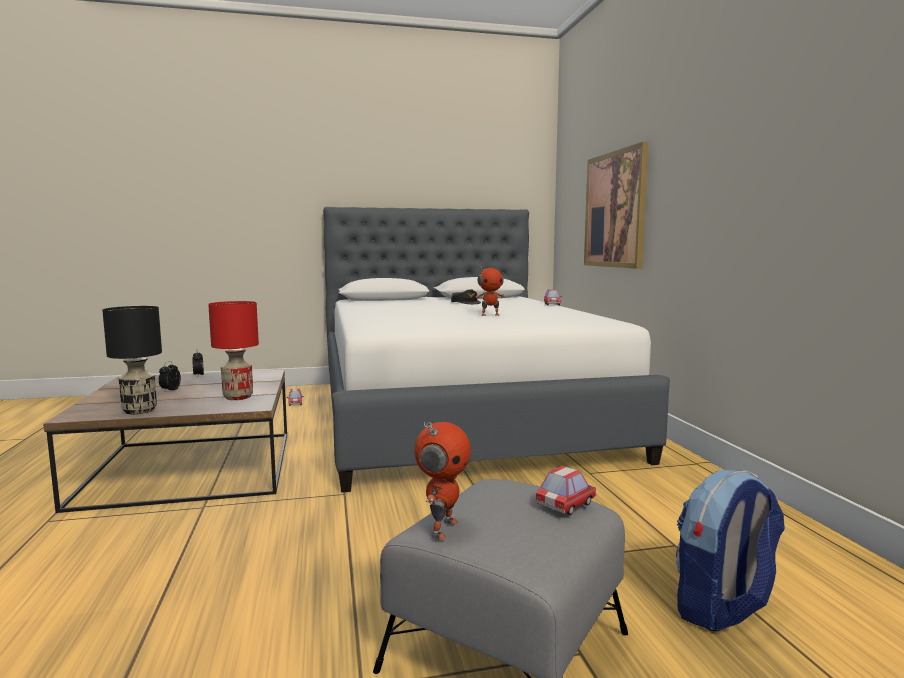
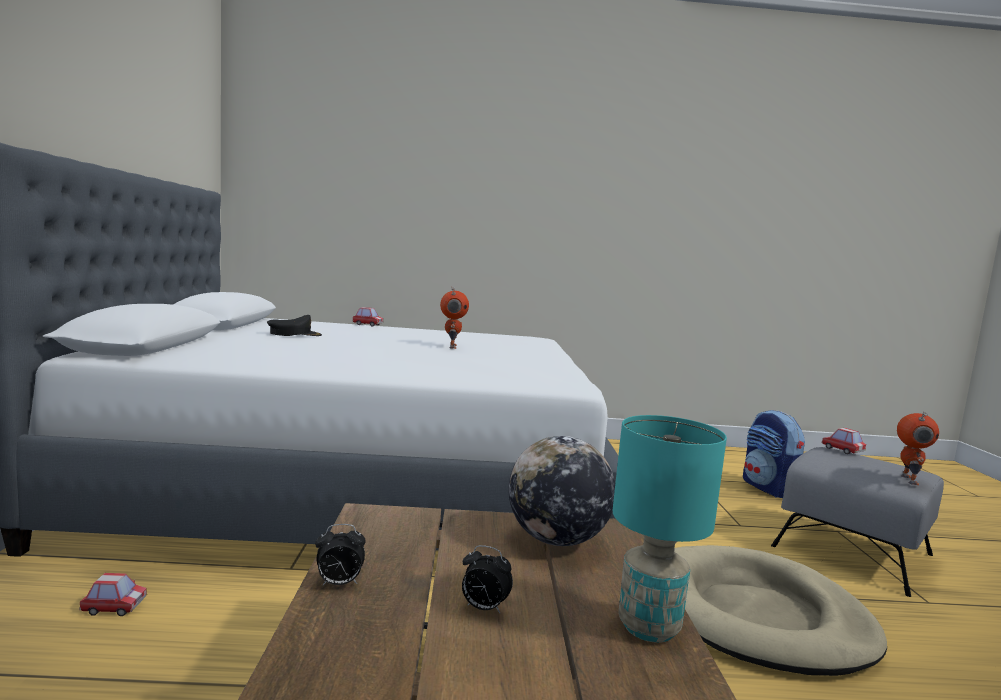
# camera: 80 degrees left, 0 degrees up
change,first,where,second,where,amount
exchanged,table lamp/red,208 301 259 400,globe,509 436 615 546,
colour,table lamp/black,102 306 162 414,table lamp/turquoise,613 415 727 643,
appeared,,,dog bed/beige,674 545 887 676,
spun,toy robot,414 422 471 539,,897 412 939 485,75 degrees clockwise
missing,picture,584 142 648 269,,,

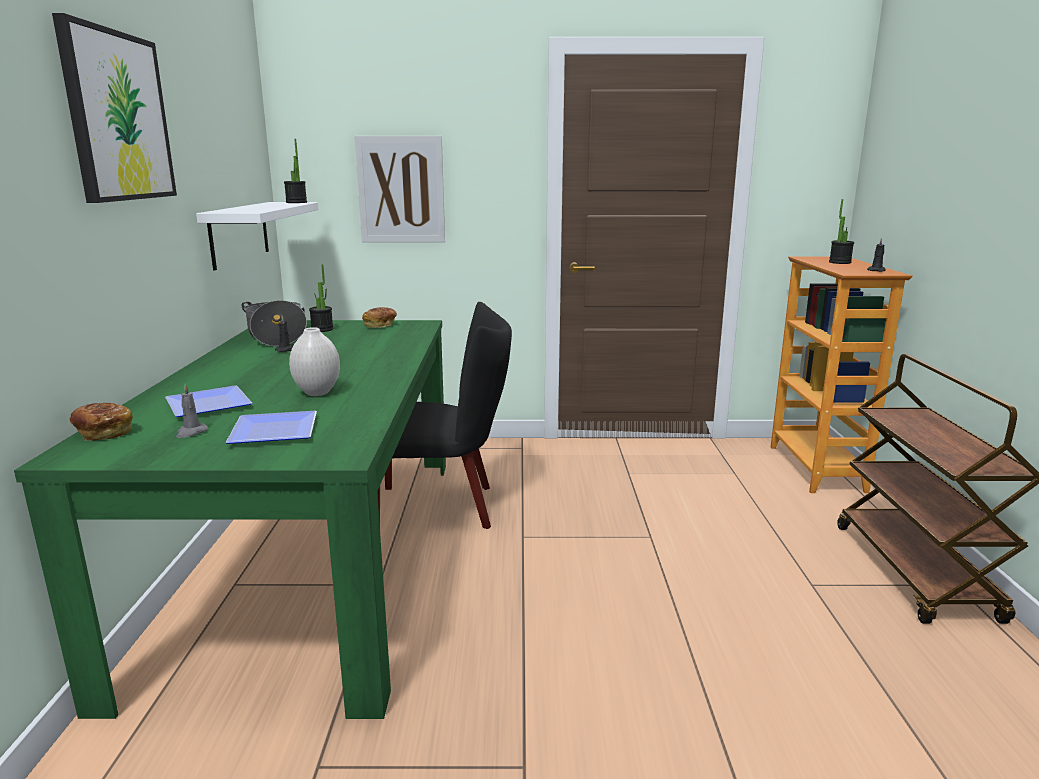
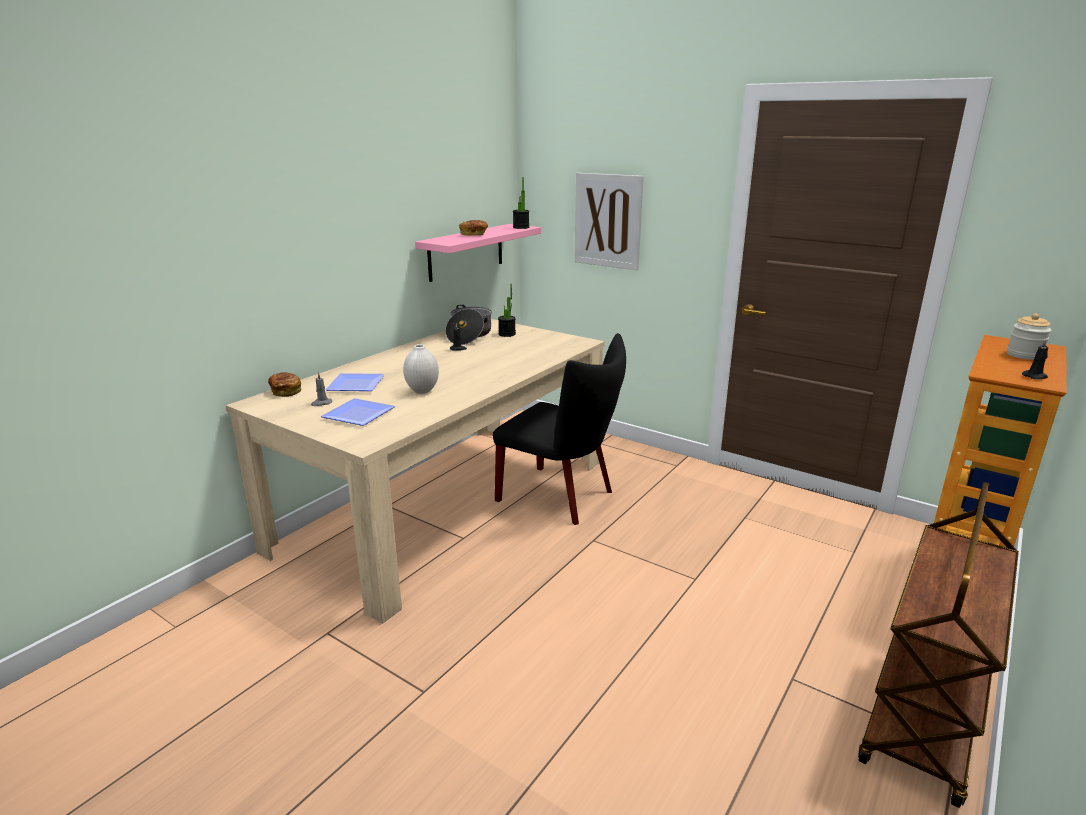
# camera: 35 degrees right, 5 degrees up
change,first,where,second,where,amount
colour,dining table/green,14 320 446 719,dining table/beige,226 319 605 624,
colour,shelf/white,196 202 319 270,shelf/pink,415 224 541 282,
relocated,bread,362 307 397 328,,459 220 488 236,
exchanged,potted plant,829 199 854 264,jar,1007 314 1052 360,
missing,picture,52 13 177 203,,,

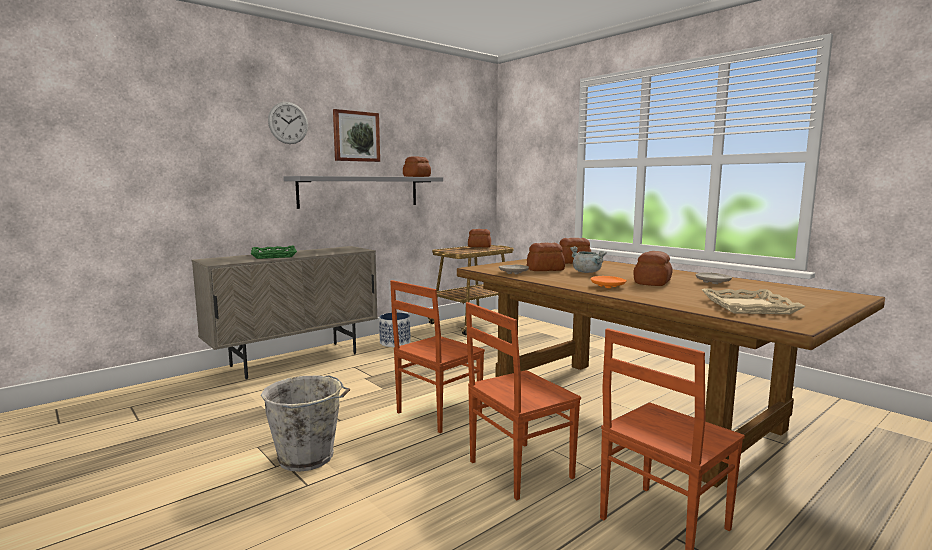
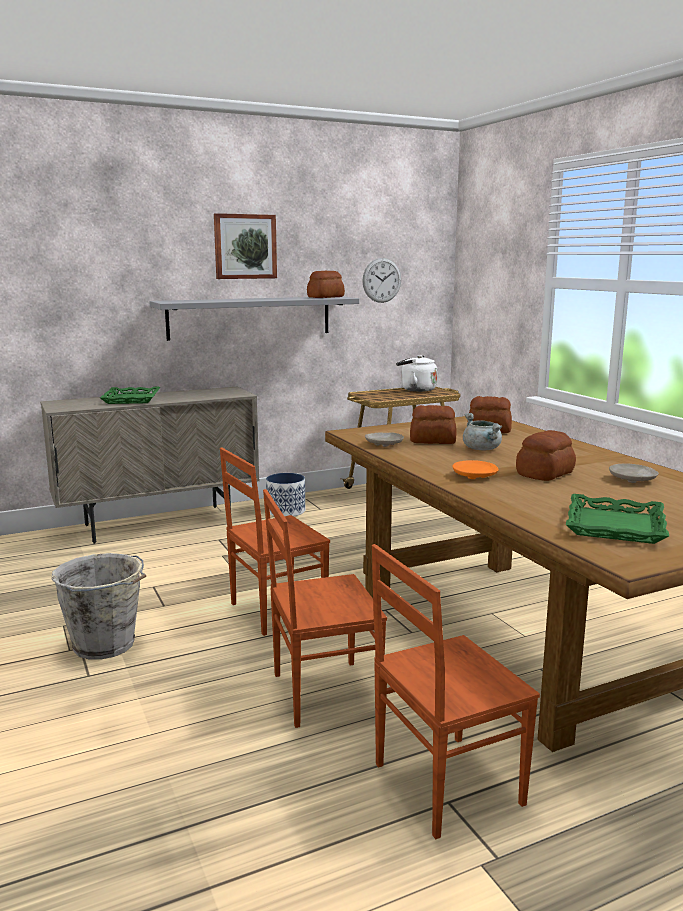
# camera: 15 degrees right, 5 degrees up
change,first,where,second,where,amount
relocated,wall clock,268 102 308 144,,362 258 401 303,
exchanged,bread,468 229 491 247,kettle/white,396 355 437 392,
colour,tray/beige,701 288 806 314,tray/green,566 494 669 544,

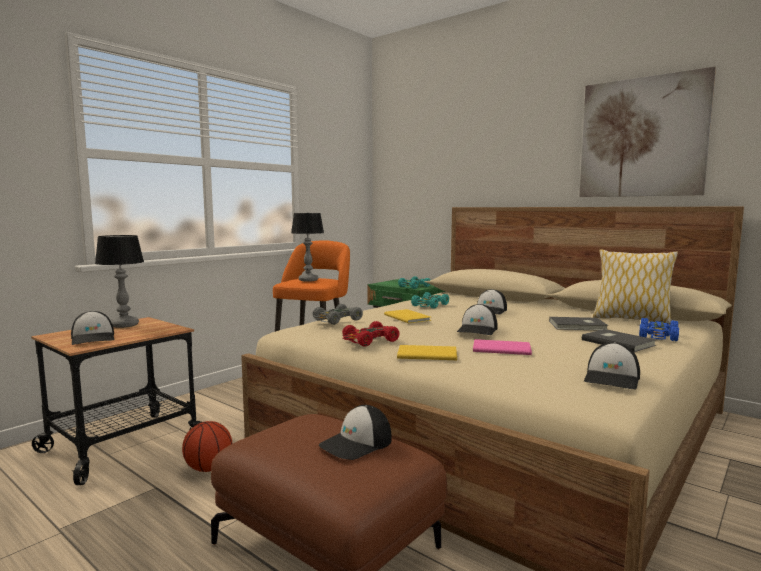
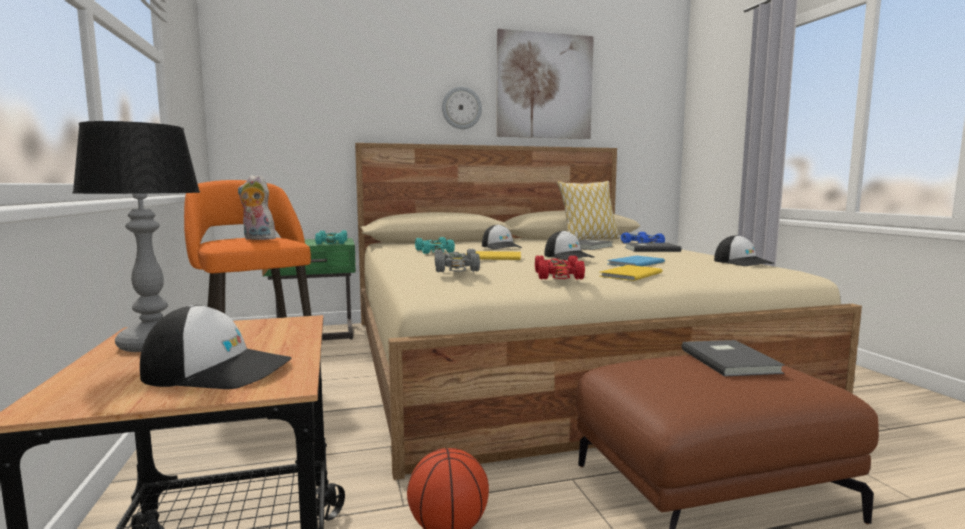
# camera: 55 degrees left, 0 degrees up
change,first,where,second,where,amount
exchanged,table lamp,291 213 324 282,plush toy,238 175 276 240,
appeared,,,wall clock,442 87 482 129,
colour,book/pink,473 339 532 355,book/blue,607 256 665 266,
exchanged,cap,319 405 392 460,book/grey,682 340 785 376,

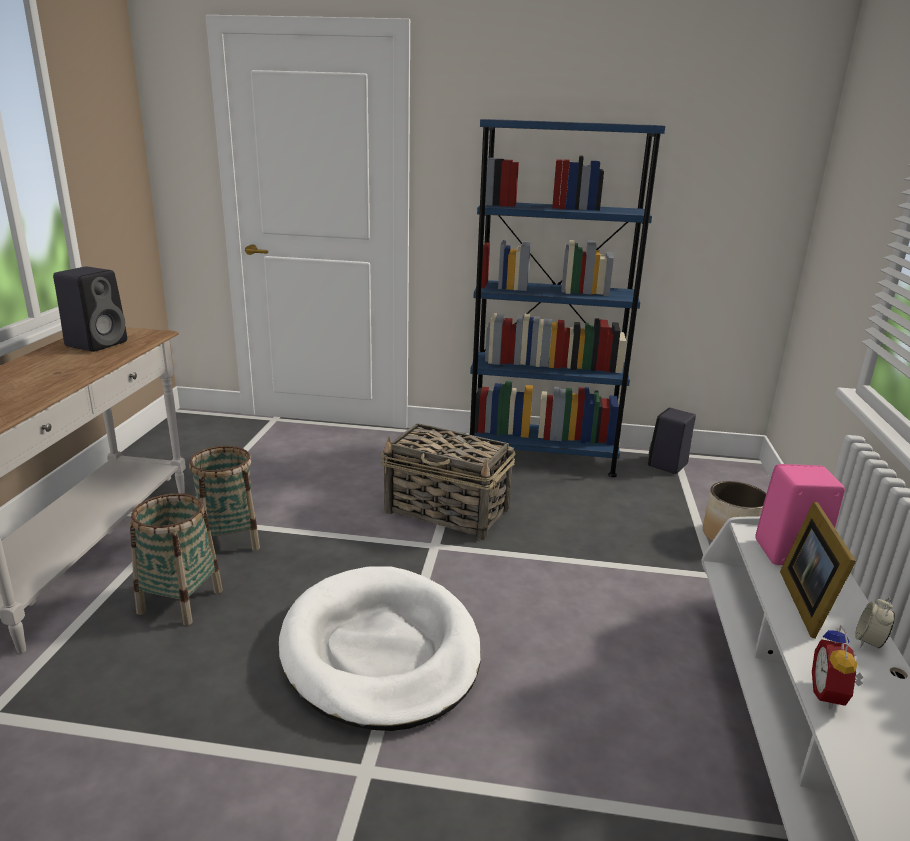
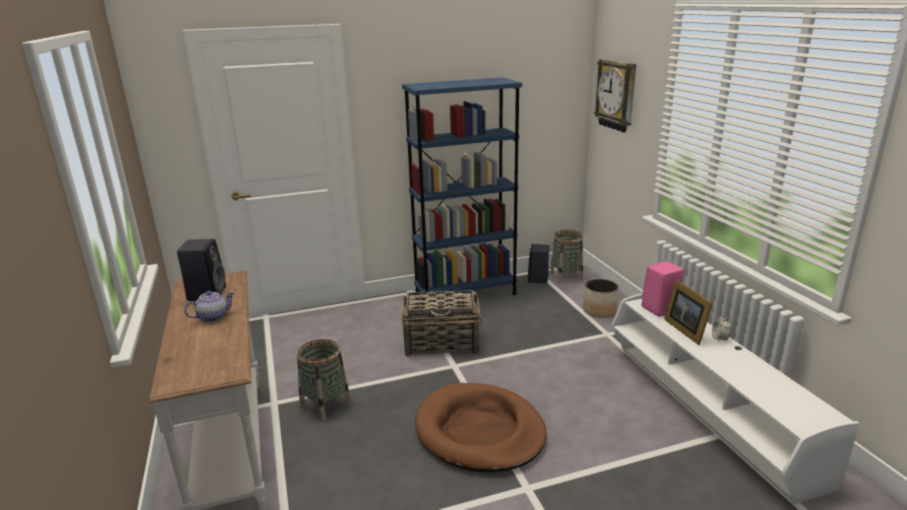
# camera: 25 degrees left, 0 degrees up
change,first,where,second,where,amount
appeared,,,teapot,184 291 235 322,
colour,dog bed/white,279 566 481 731,dog bed/brown,415 383 547 472,
relocated,basket,130 493 223 626,,550 230 583 284,
appeared,,,wall clock,594 59 636 132,
missing,alarm clock,812 626 864 709,,,

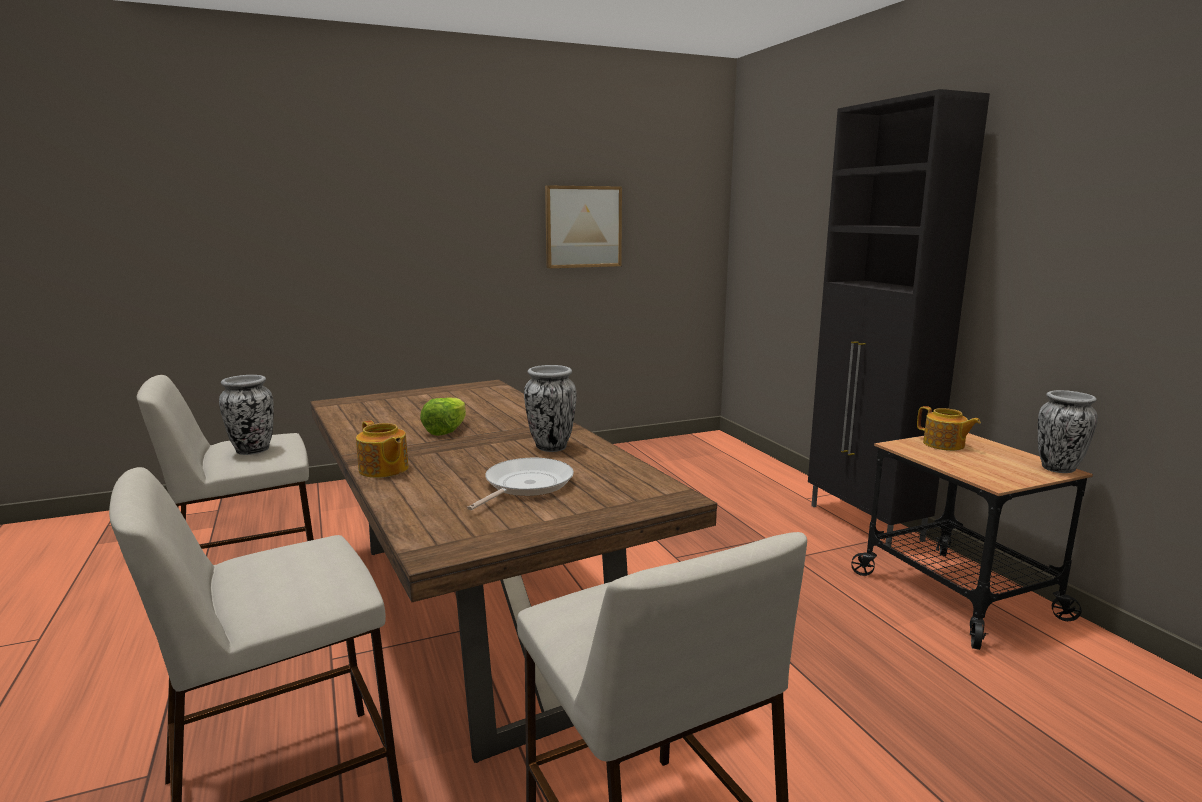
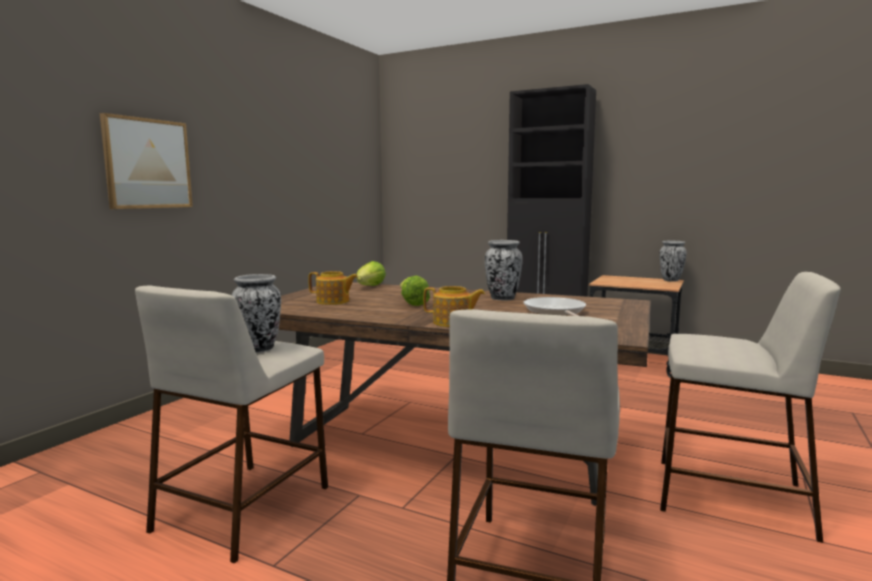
# camera: 40 degrees left, 5 degrees down
change,first,where,second,where,amount
relocated,picture,545 185 622 269,,100 113 193 209,
relocated,teapot,917 406 981 451,,308 271 358 305,
appeared,,,lettuce,356 261 386 286,

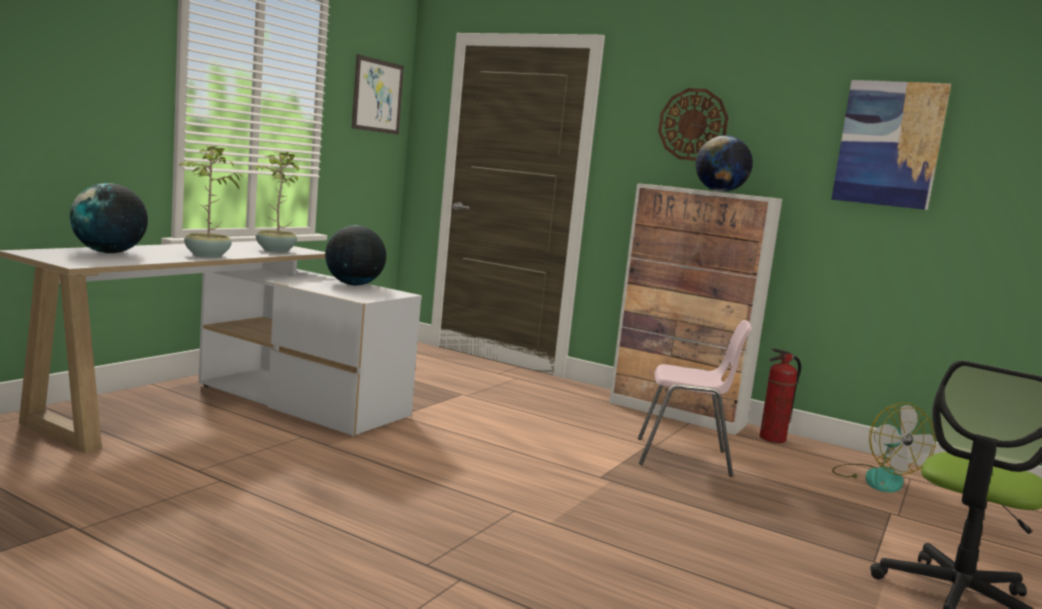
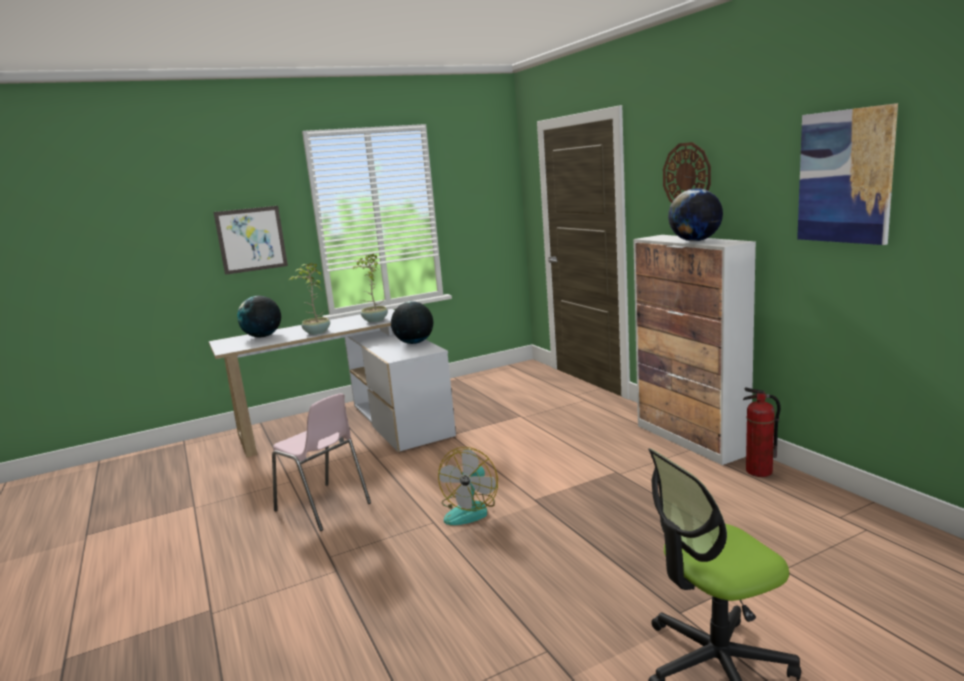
# camera: 35 degrees right, 5 degrees up
change,first,where,second,where,amount
relocated,picture,352 54 404 135,,213 206 288 275,
relocated,chair/pink,638 320 752 477,,272 393 371 531,
relocated,fan,832 403 936 492,,438 447 498 525,

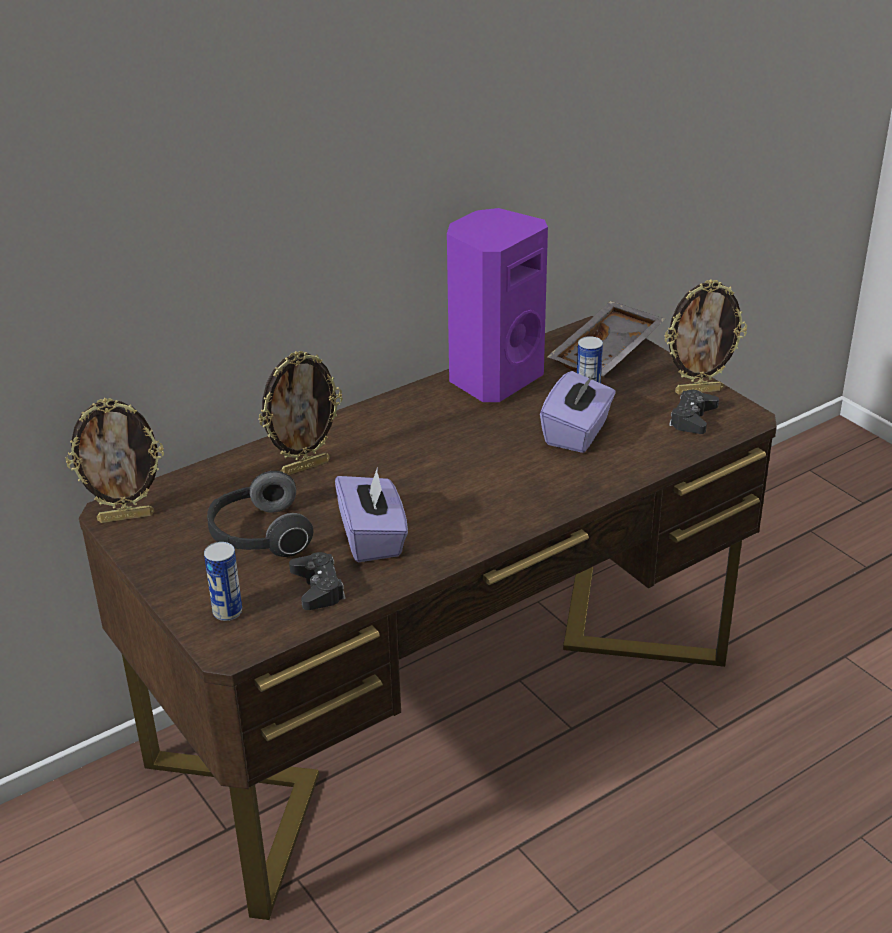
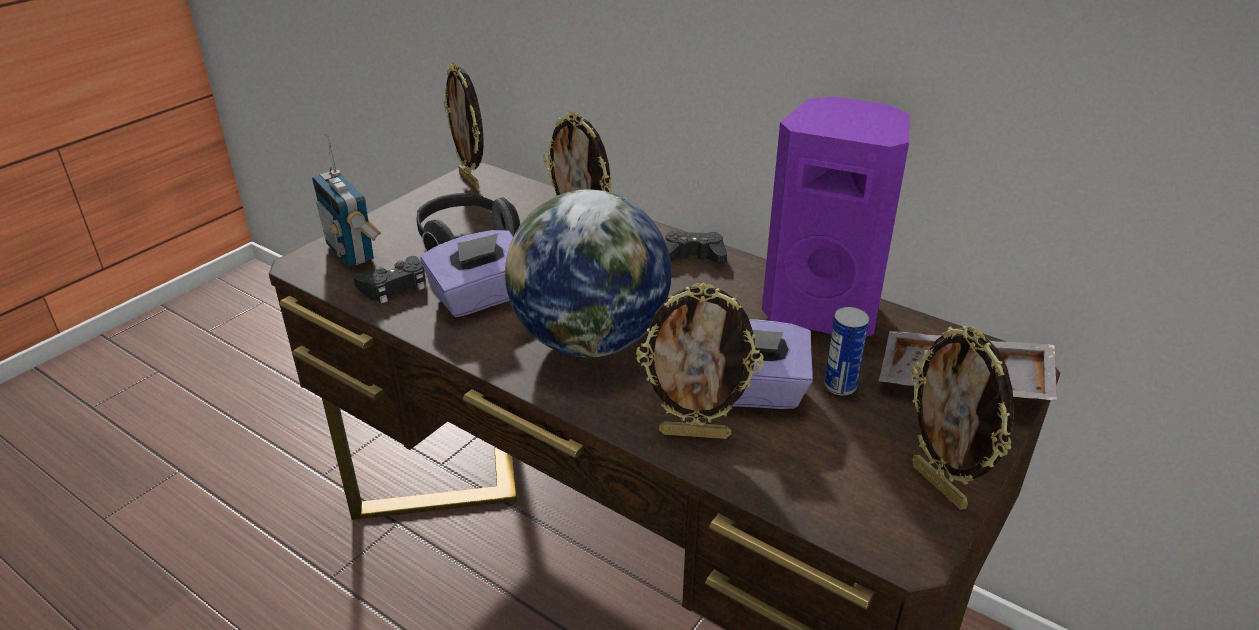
# camera: 70 degrees right, 0 degrees up
change,first,where,second,where,amount
exchanged,can,204 542 242 621,radio,312 134 381 267,
appeared,,,globe,505 190 671 357,
appeared,,,picture frame,636 282 764 439,
relocated,game controller/black,669 390 719 434,,665 231 727 264,

